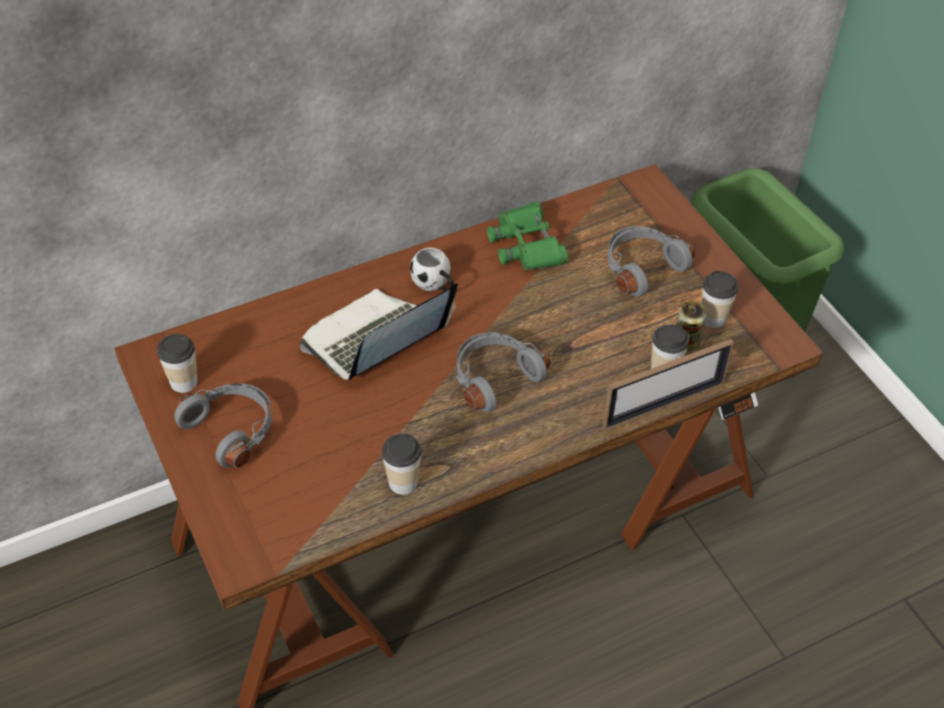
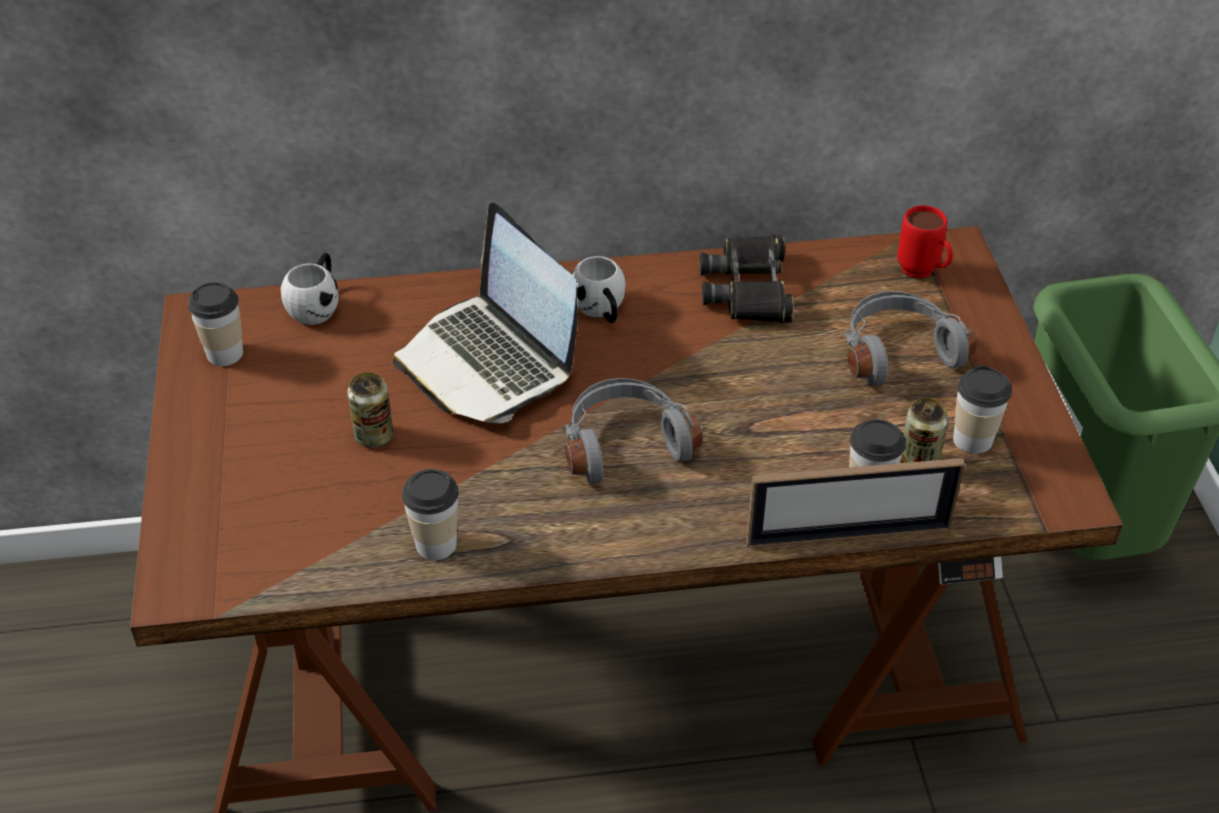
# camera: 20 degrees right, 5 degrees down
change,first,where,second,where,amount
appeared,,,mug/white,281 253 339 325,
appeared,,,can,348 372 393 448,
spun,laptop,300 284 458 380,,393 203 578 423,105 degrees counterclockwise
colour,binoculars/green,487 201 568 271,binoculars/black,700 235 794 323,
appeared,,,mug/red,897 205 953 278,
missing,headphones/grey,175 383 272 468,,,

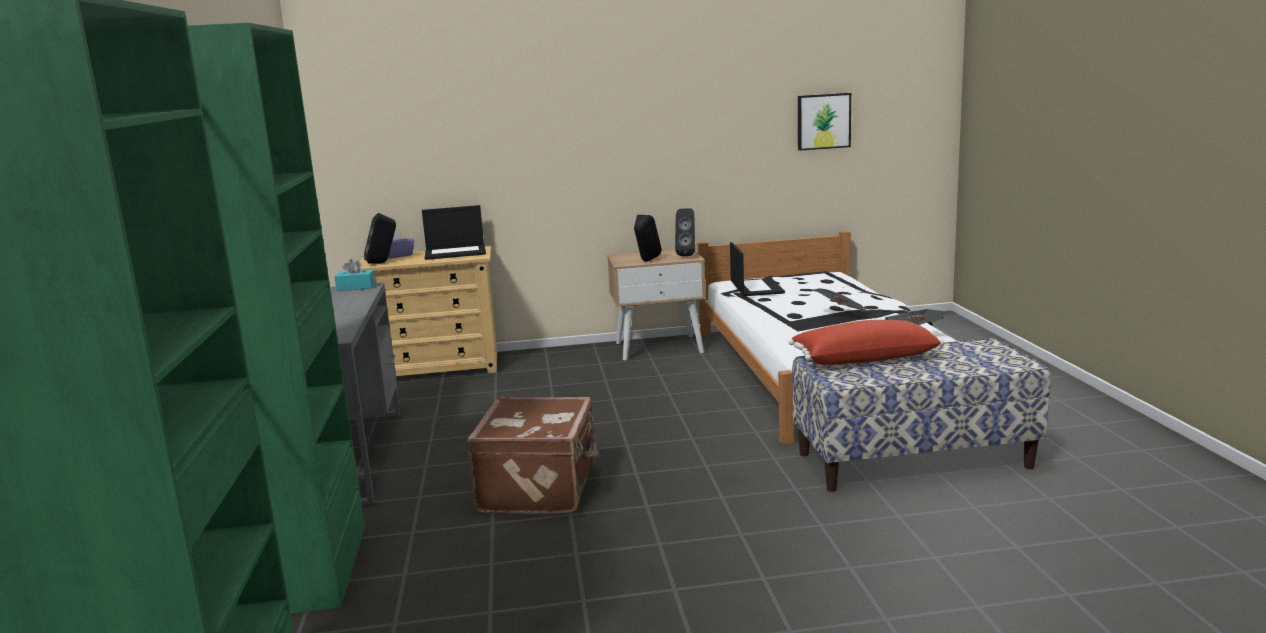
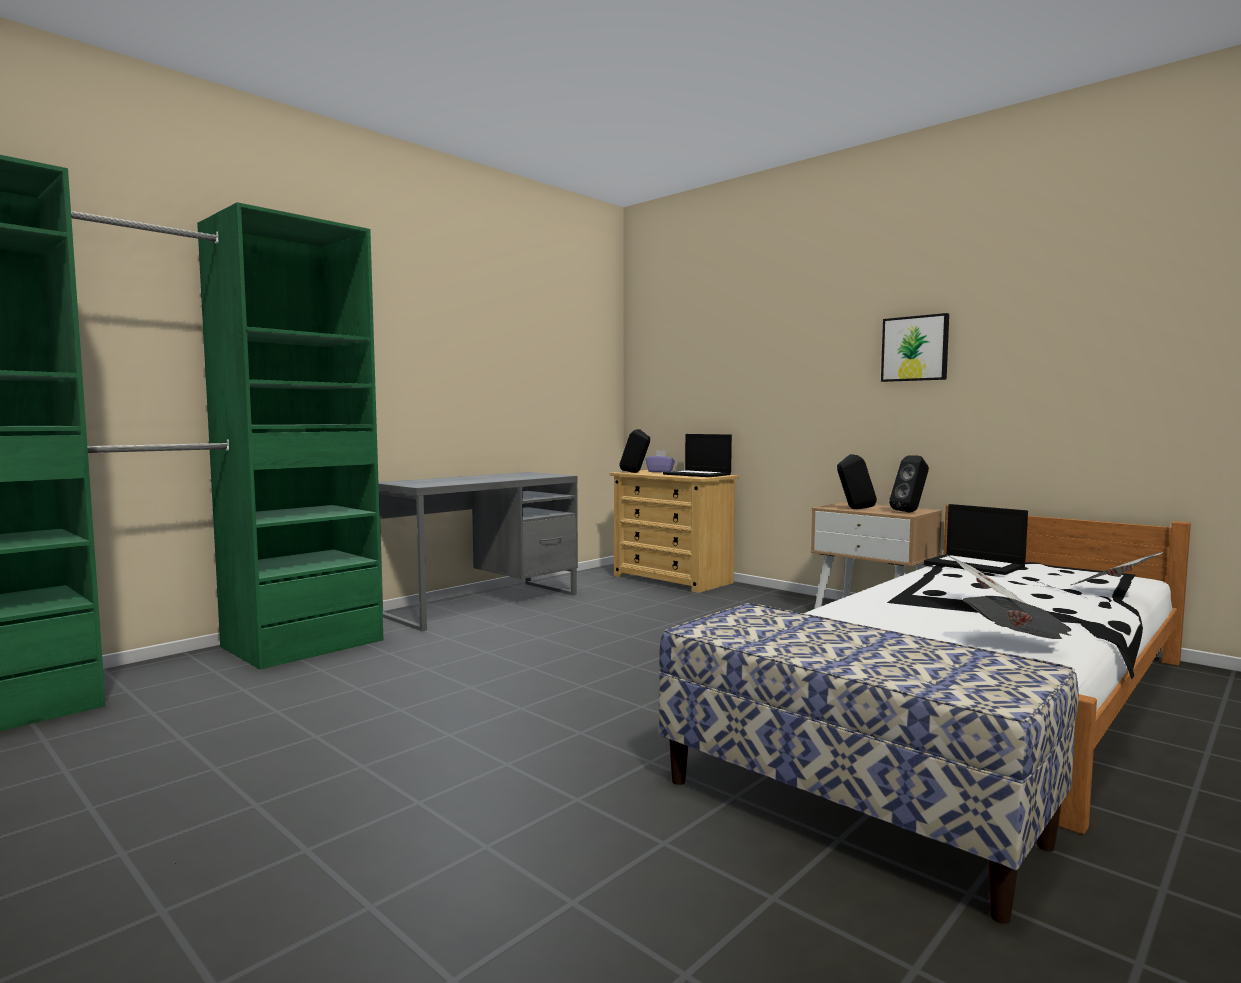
# camera: 50 degrees right, 10 degrees down
change,first,where,second,where,amount
relocated,picture,798 93 851 151,,881 313 949 382,
spun,laptop,730 242 785 296,,924 504 1028 575,90 degrees clockwise
appeared,,,newspaper,1071 552 1163 585,
missing,tissue box/turquoise,334 259 375 291,,,
missing,suitcase/brown,466 397 600 514,,,
missing,pillow/red,788 320 944 365,,,

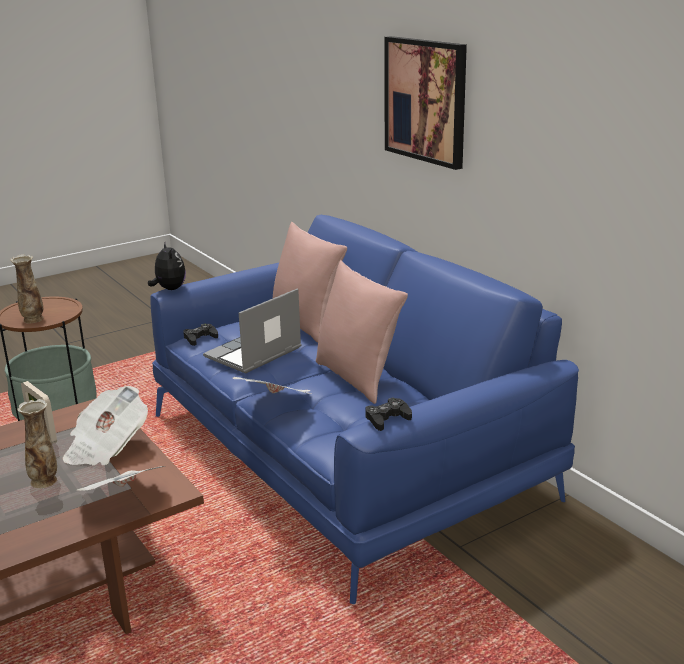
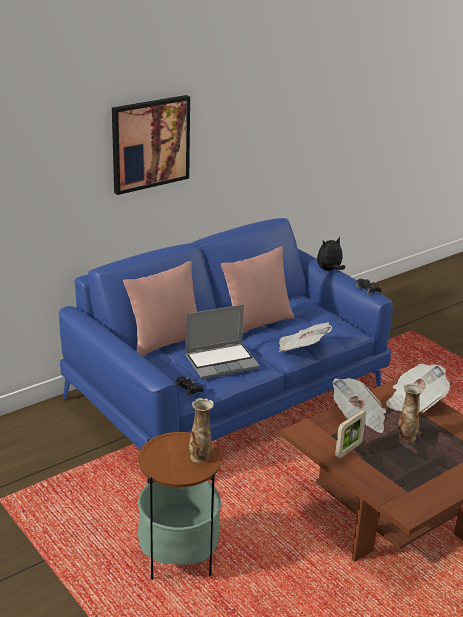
# camera: 95 degrees left, 5 degrees up
change,first,where,second,where,amount
spun,laptop,203 288 301 374,,185 304 260 379,60 degrees counterclockwise
relocated,plush toy,148 242 186 290,,317 237 345 271,

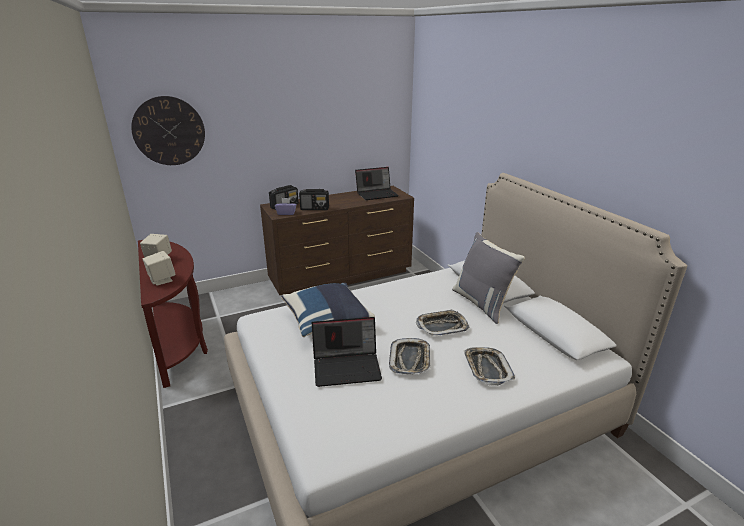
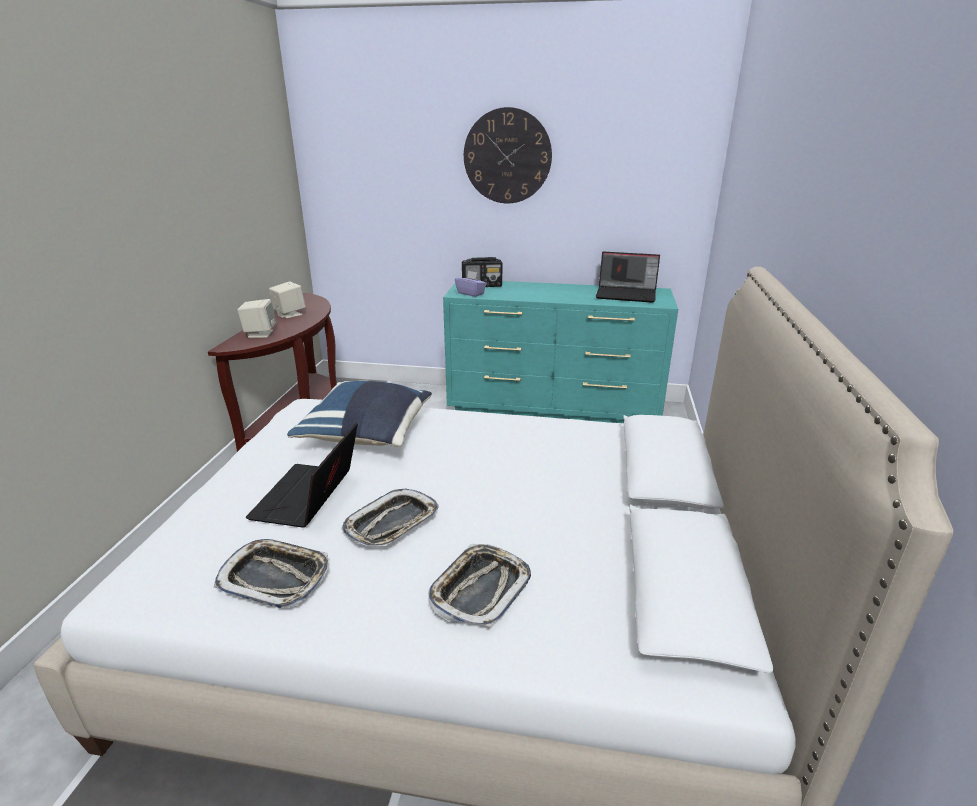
# camera: 35 degrees right, 0 degrees up
change,first,where,second,where,amount
relocated,tray,416 309 469 336,,214 539 328 608,
spun,laptop,312 317 382 387,,246 423 358 528,75 degrees clockwise
colour,dresser/brown,260 186 414 295,dresser/turquoise,443 281 678 423,
relocated,wall clock,131 96 205 165,,464 107 552 203,
missing,radio,299 189 329 210,,,
missing,pillow/grey,452 232 525 324,,,

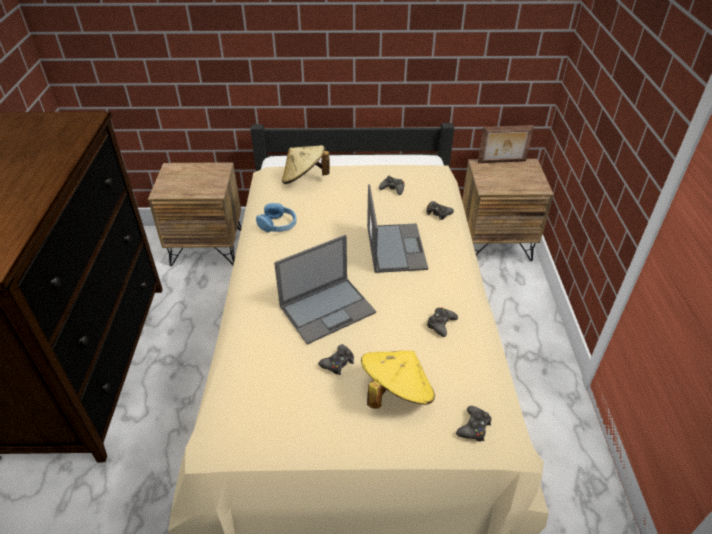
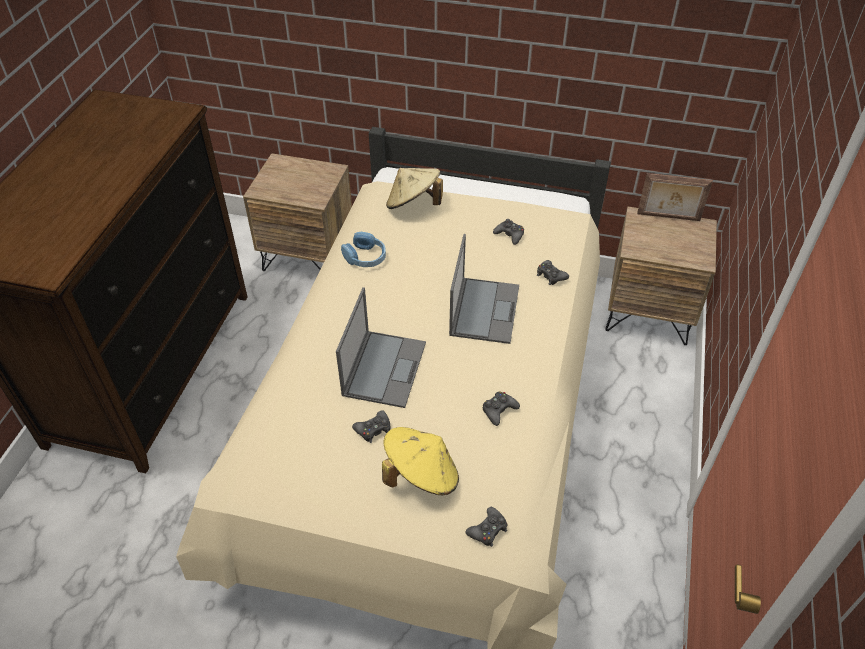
# camera: 15 degrees right, 5 degrees up
change,first,where,second,where,amount
spun,laptop,274 235 376 345,,336 287 426 408,60 degrees counterclockwise

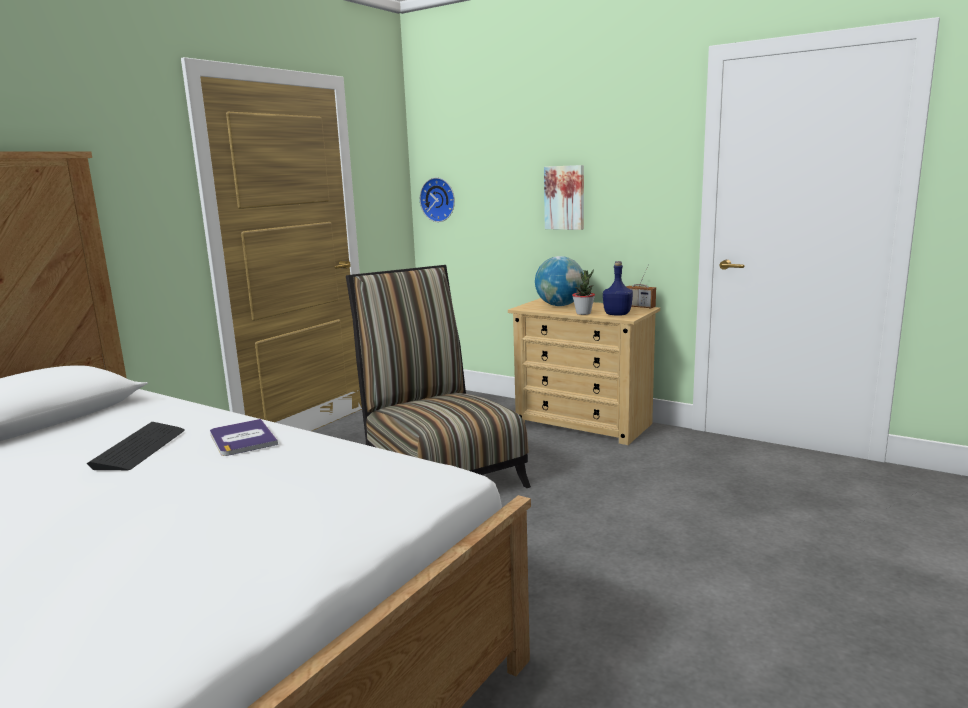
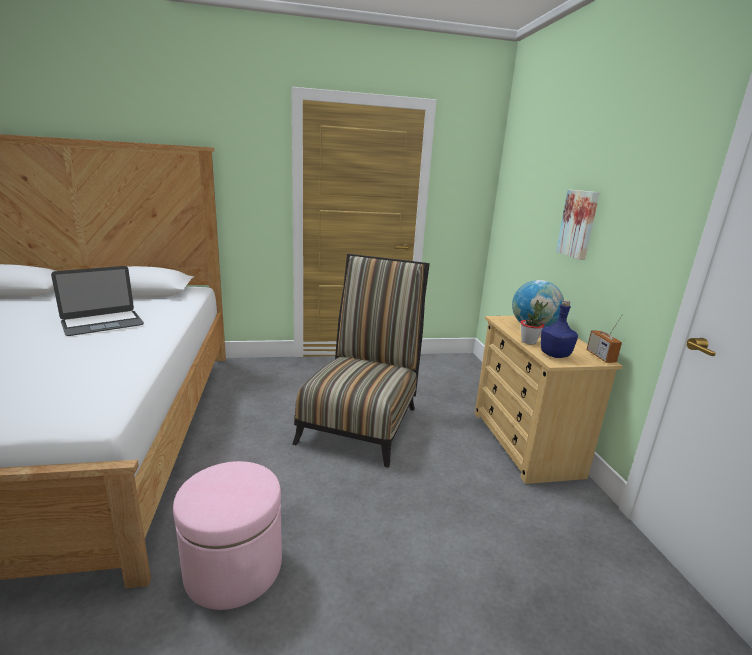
# camera: 45 degrees right, 5 degrees up
change,first,where,second,where,amount
exchanged,keyboard,86 422 185 470,laptop,51 266 144 336,
appeared,,,ottoman/pink,173 461 282 610,
missing,book,210 419 278 456,,,
missing,wall clock,420 178 455 222,,,

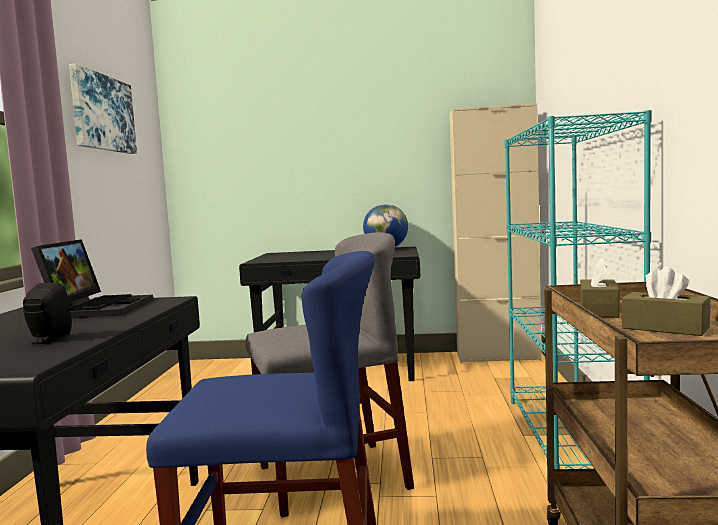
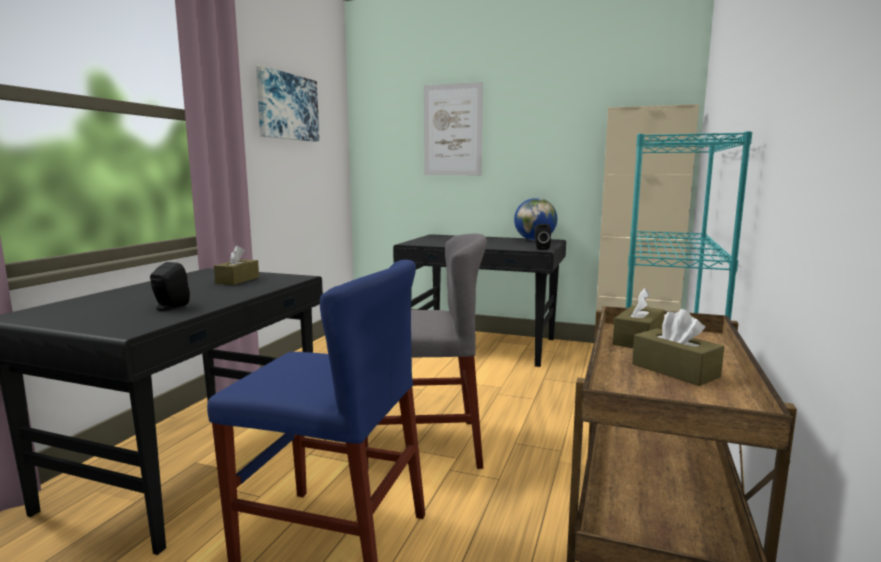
# camera: 15 degrees right, 5 degrees up
change,first,where,second,where,amount
exchanged,laptop,31 239 153 318,tissue box/brown,214 246 259 285,
appeared,,,picture,424 82 483 175,
appeared,,,speaker/black,535 224 551 250,

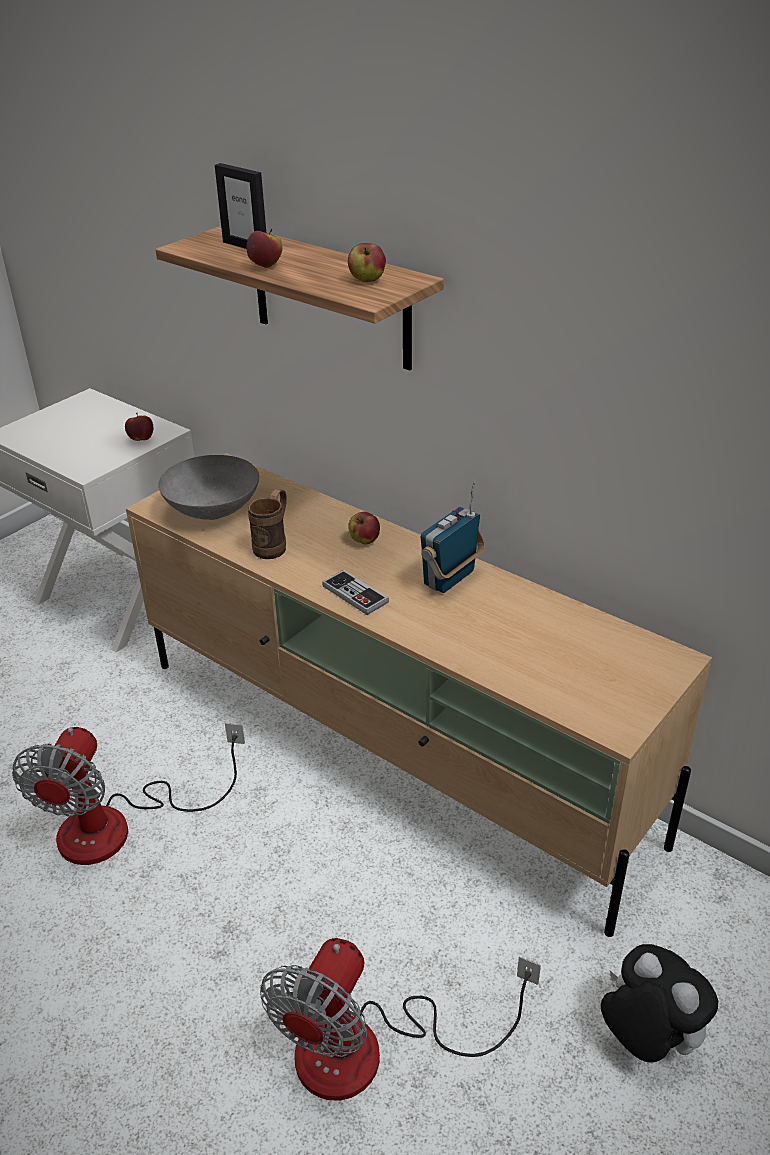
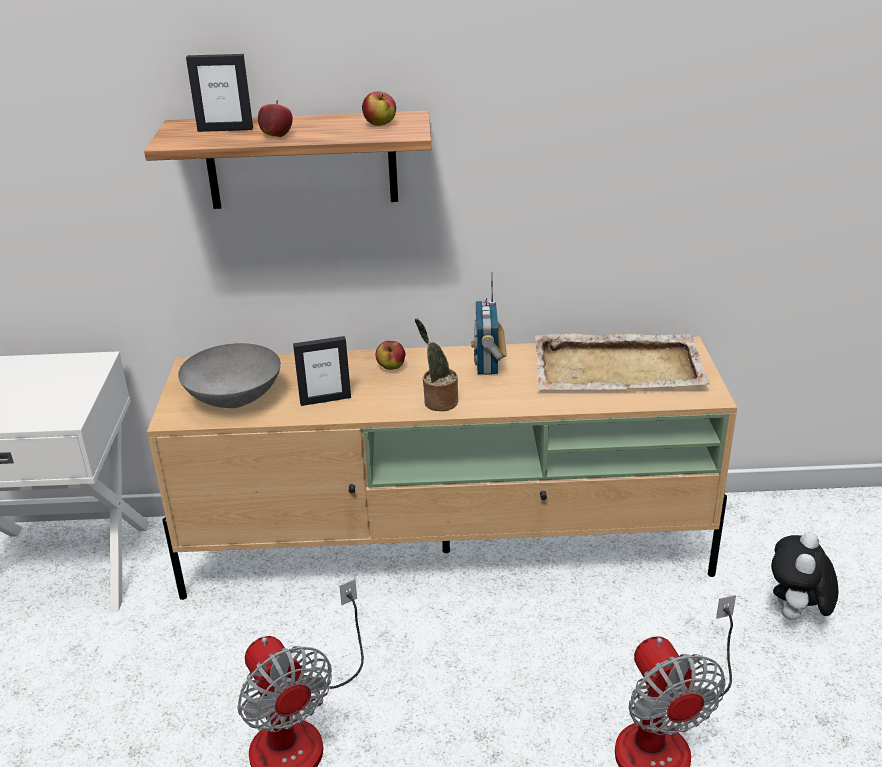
# camera: 40 degrees left, 5 degrees down
change,first,where,second,where,amount
exchanged,mug/brown,248 489 287 559,picture frame,293 336 351 406,
exchanged,game controller,322 570 389 615,potted plant,415 319 458 411,
appeared,,,tray/beige,535 333 710 390,
spun,plush toy,600 944 718 1062,,771 532 838 620,75 degrees counterclockwise
missing,apple,125 412 153 441,,,

